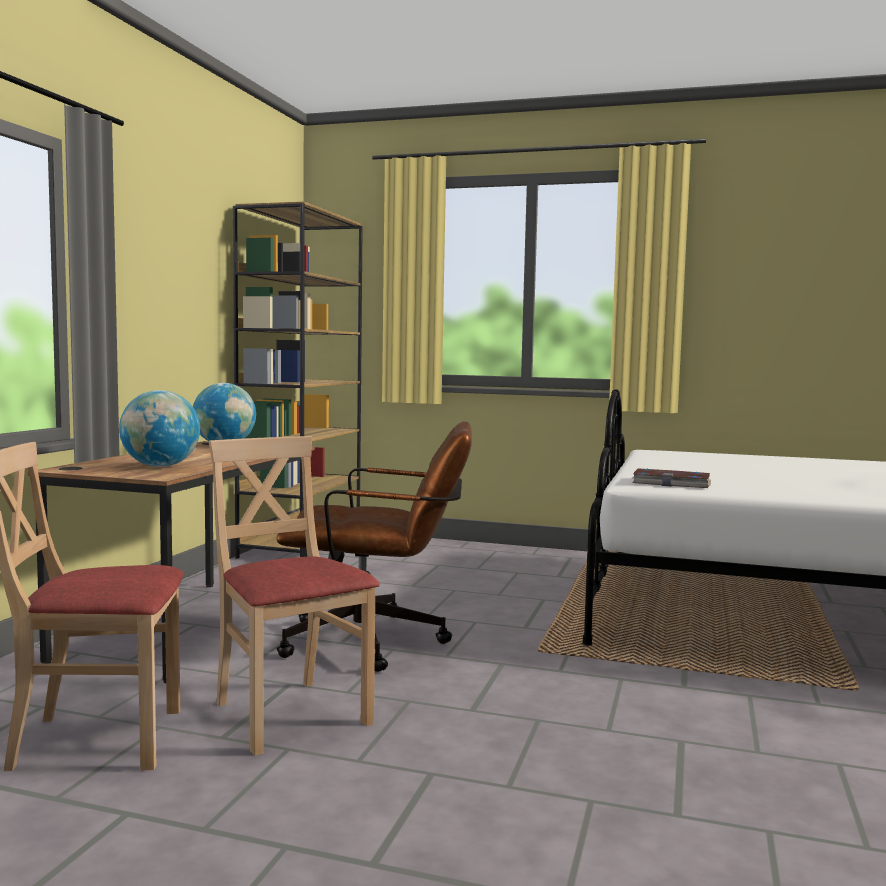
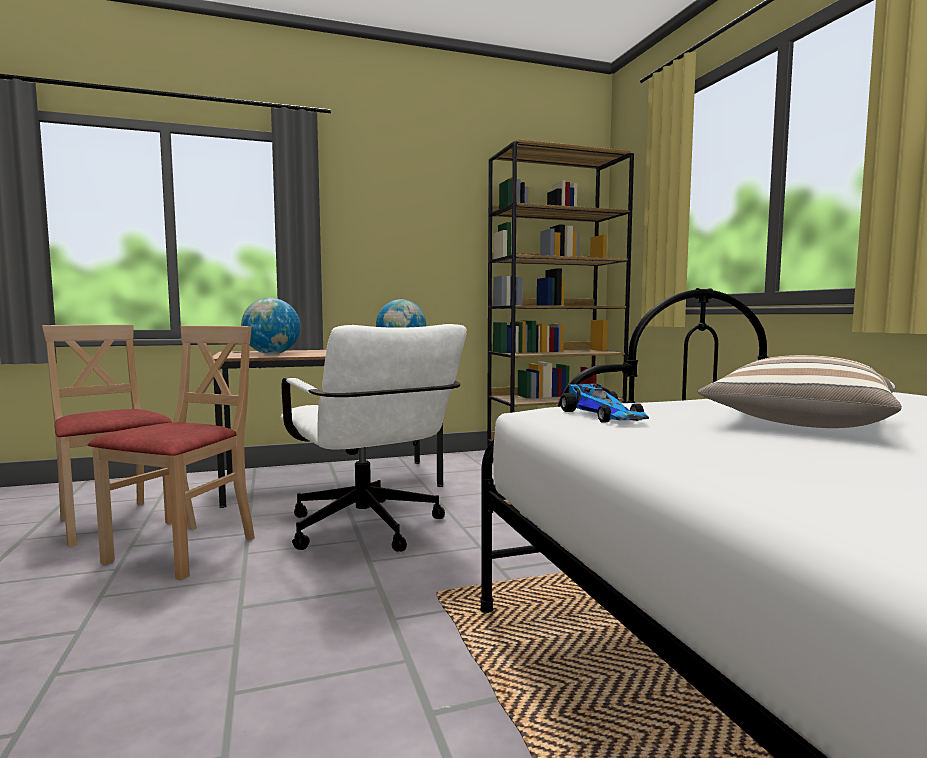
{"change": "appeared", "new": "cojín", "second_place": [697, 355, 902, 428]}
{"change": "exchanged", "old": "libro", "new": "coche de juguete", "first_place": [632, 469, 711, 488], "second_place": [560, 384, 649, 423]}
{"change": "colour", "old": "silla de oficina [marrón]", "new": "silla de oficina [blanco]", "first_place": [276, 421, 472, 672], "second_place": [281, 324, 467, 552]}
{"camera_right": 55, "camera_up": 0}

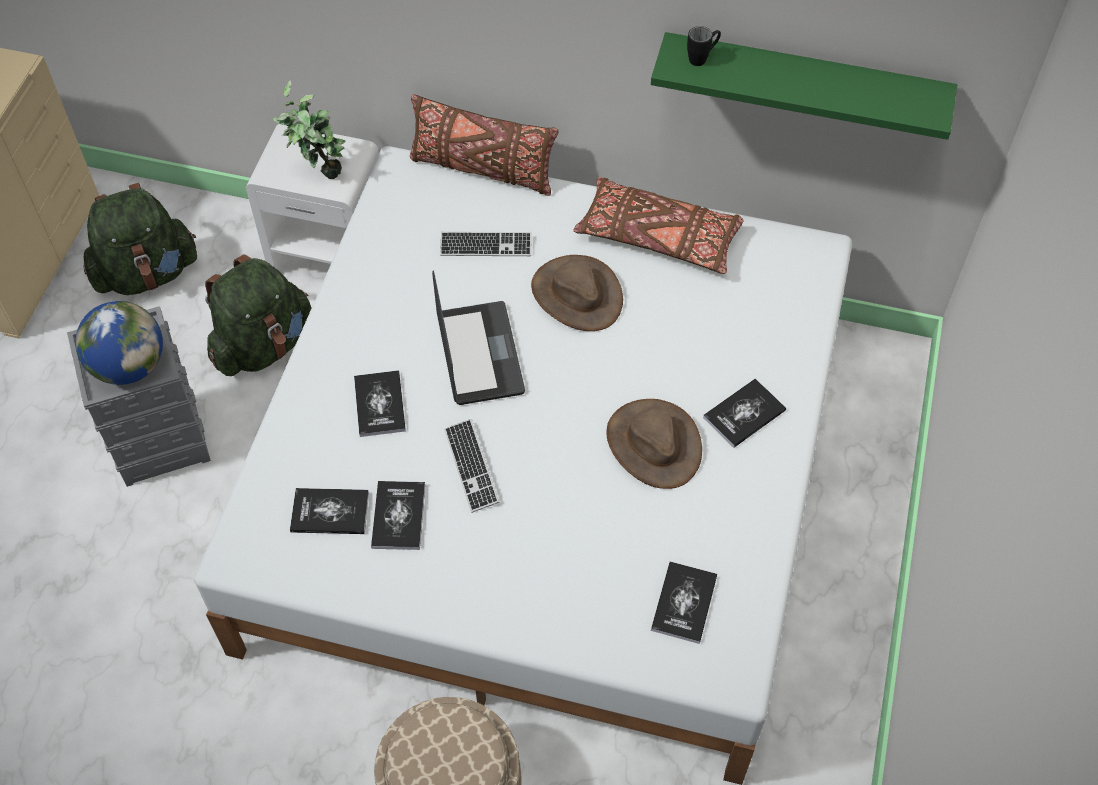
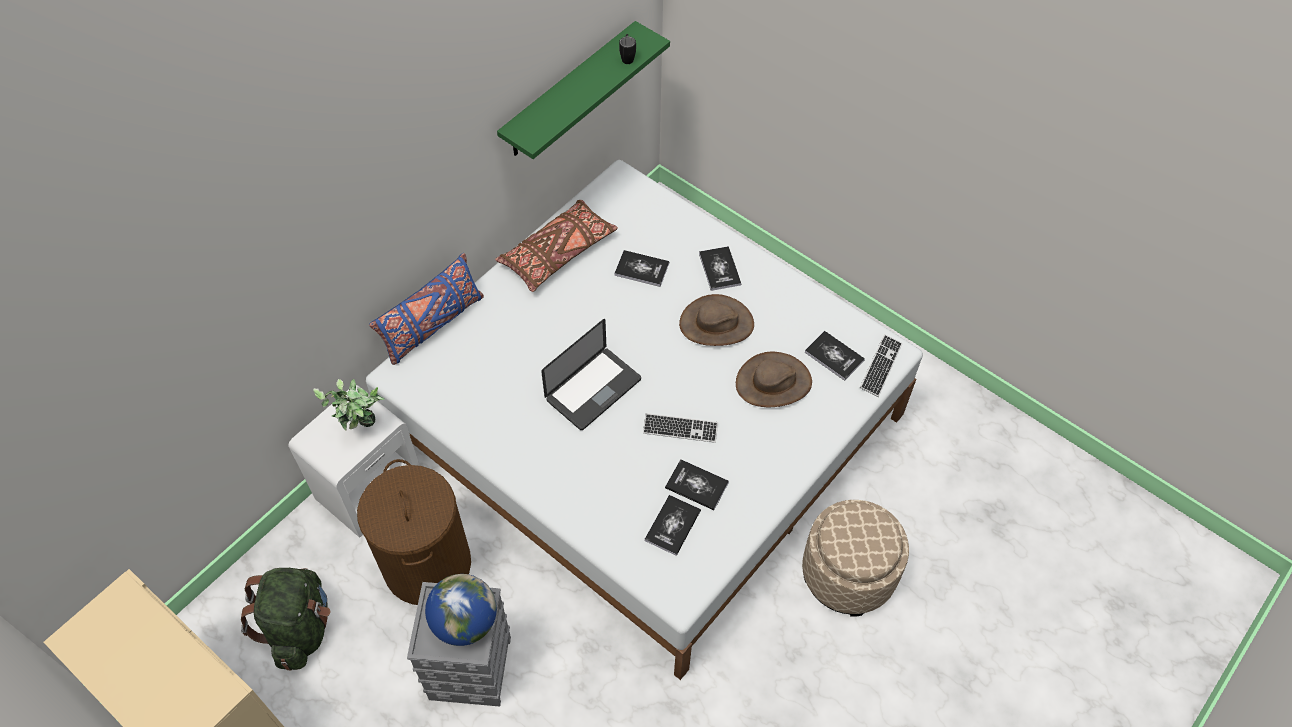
{"change": "relocated", "old": "libro", "first_place": [354, 370, 406, 437], "second_place": [614, 250, 669, 287]}
{"change": "relocated", "old": "teclado", "first_place": [440, 231, 532, 256], "second_place": [860, 334, 903, 397]}
{"change": "relocated", "old": "sombrero [marrón]", "first_place": [531, 255, 623, 331], "second_place": [736, 351, 812, 407]}
{"change": "relocated", "old": "taza grande [negro]", "first_place": [687, 26, 721, 66], "second_place": [619, 34, 636, 64]}
{"change": "exchanged", "old": "mochila [verde]", "new": "cesto de la ropa [marrón]", "first_place": [205, 254, 311, 376], "second_place": [357, 459, 471, 605]}
{"change": "colour", "old": "cojín [marrón]", "new": "cojín [azul]", "first_place": [410, 94, 558, 196], "second_place": [369, 253, 484, 365]}
{"change": "spun", "old": "portátil", "first_place": [432, 270, 525, 405], "second_place": [541, 319, 641, 430], "degrees": 120}
{"camera_right": -65, "camera_up": 0}

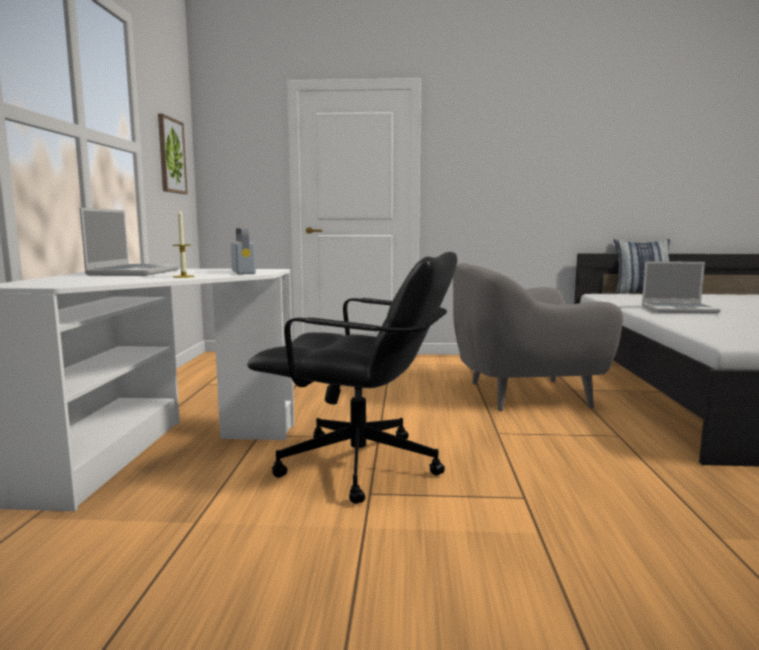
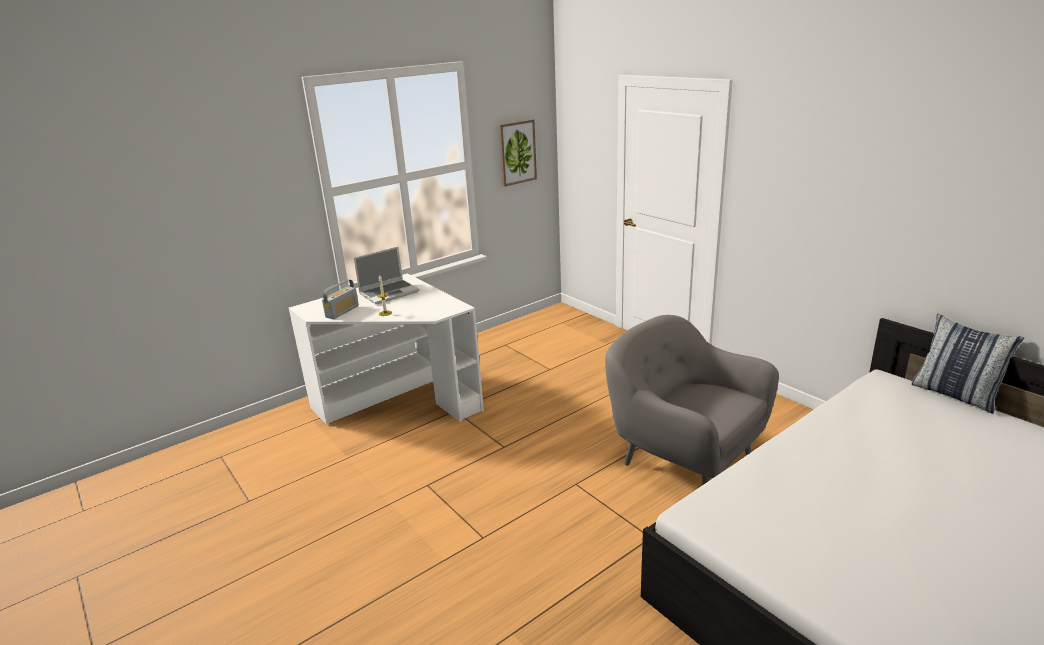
{"change": "missing", "old": "silla de oficina [negro]", "first_place": [247, 252, 457, 504]}
{"change": "missing", "old": "portátil", "first_place": [641, 261, 721, 314]}
{"change": "relocated", "old": "radio", "first_place": [231, 228, 256, 275], "second_place": [322, 279, 359, 319]}
{"camera_right": 50, "camera_up": 15}

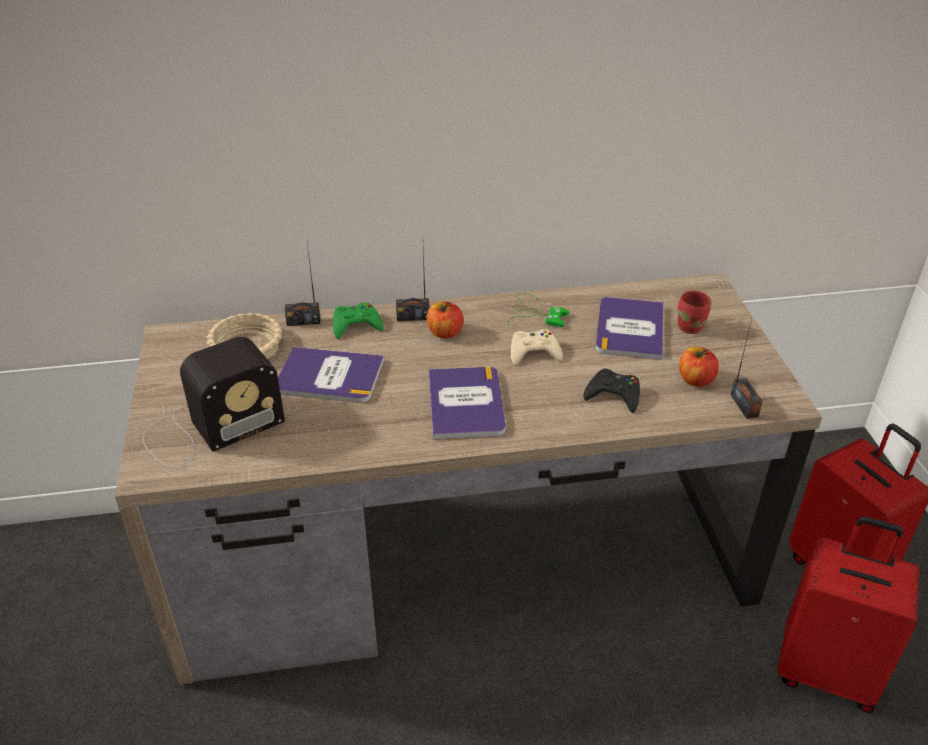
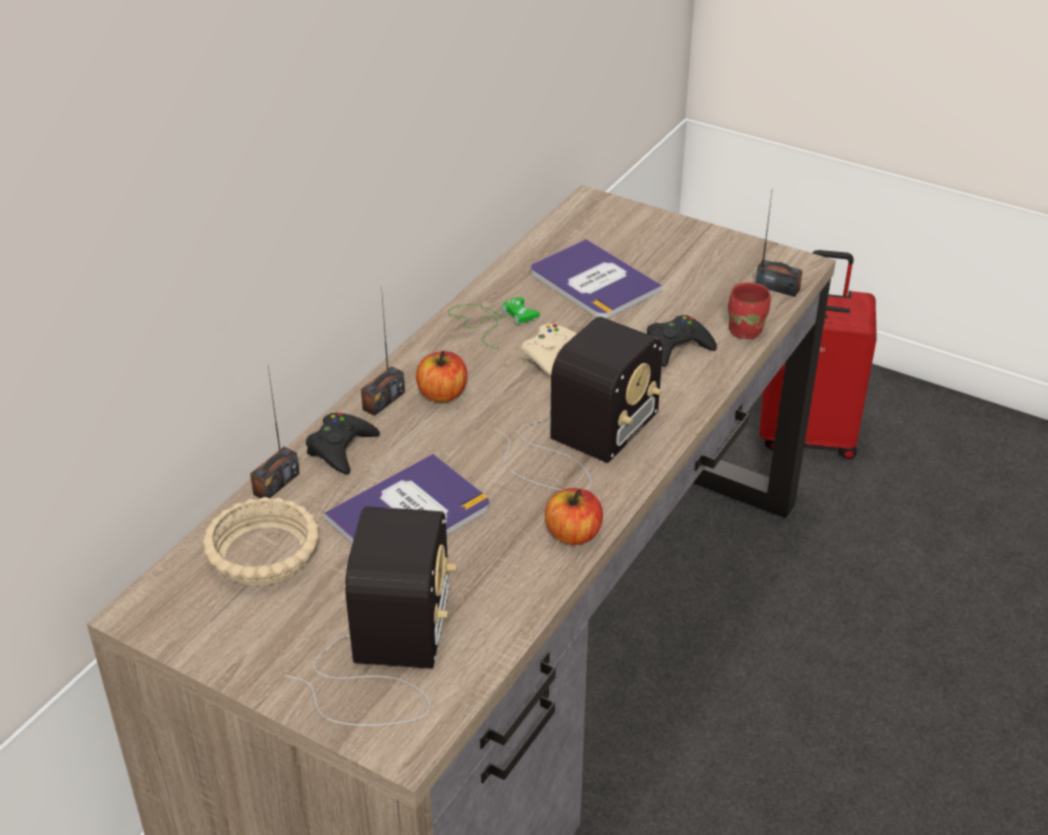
{"change": "missing", "old": "maleta [rojo]", "first_place": [777, 516, 920, 713]}
{"change": "relocated", "old": "taza grande [rojo]", "first_place": [678, 291, 711, 334], "second_place": [728, 282, 771, 339]}
{"change": "relocated", "old": "manzana", "first_place": [679, 347, 719, 387], "second_place": [545, 488, 603, 545]}
{"change": "exchanged", "old": "libro", "new": "radio", "first_place": [428, 367, 506, 440], "second_place": [494, 317, 663, 491]}
{"change": "colour", "old": "mando de consola [verde]", "new": "mando de consola [negro]", "first_place": [333, 302, 384, 339], "second_place": [306, 413, 380, 474]}
{"camera_right": -50, "camera_up": 0}

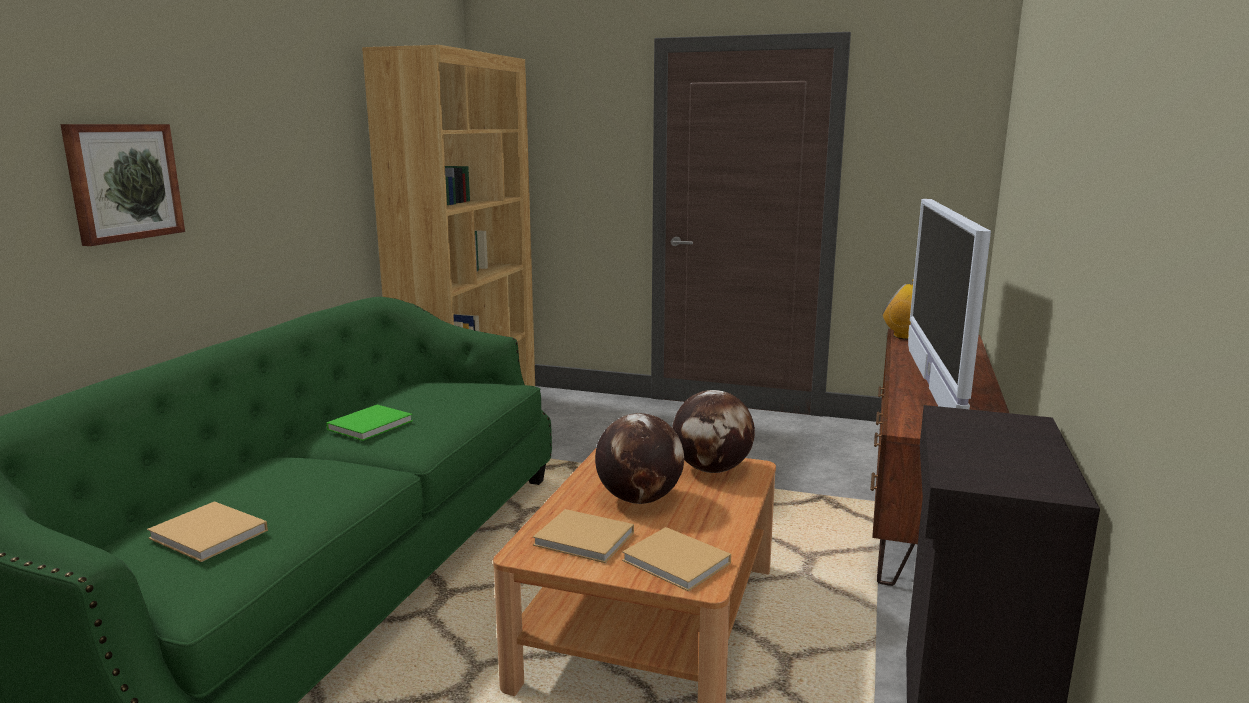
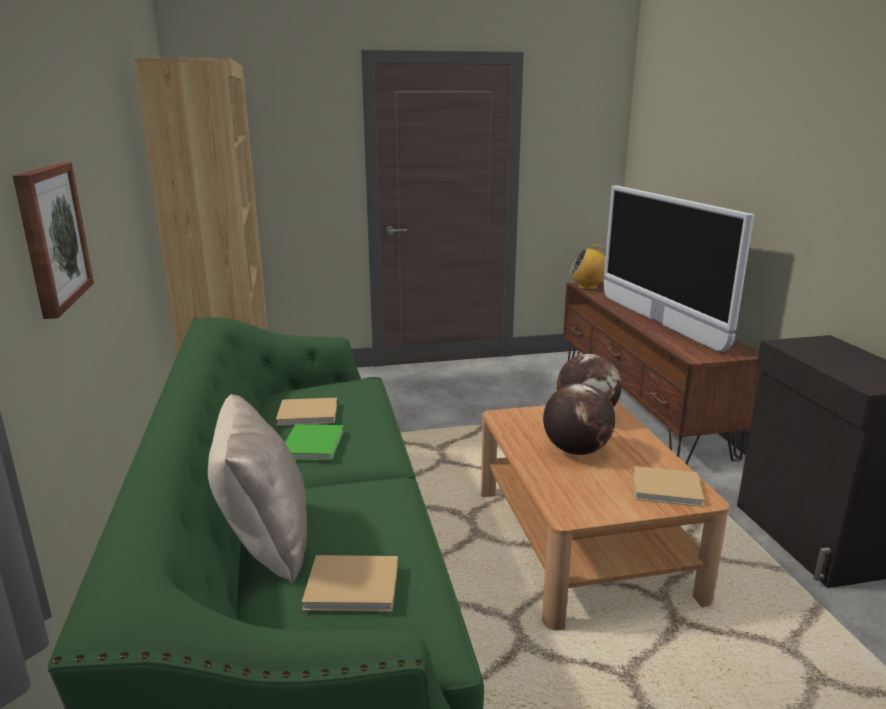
{"change": "appeared", "new": "cojín [beis]", "second_place": [207, 394, 307, 584]}
{"change": "relocated", "old": "libro [beis]", "first_place": [533, 509, 634, 563], "second_place": [276, 398, 337, 426]}
{"camera_right": -30, "camera_up": 5}

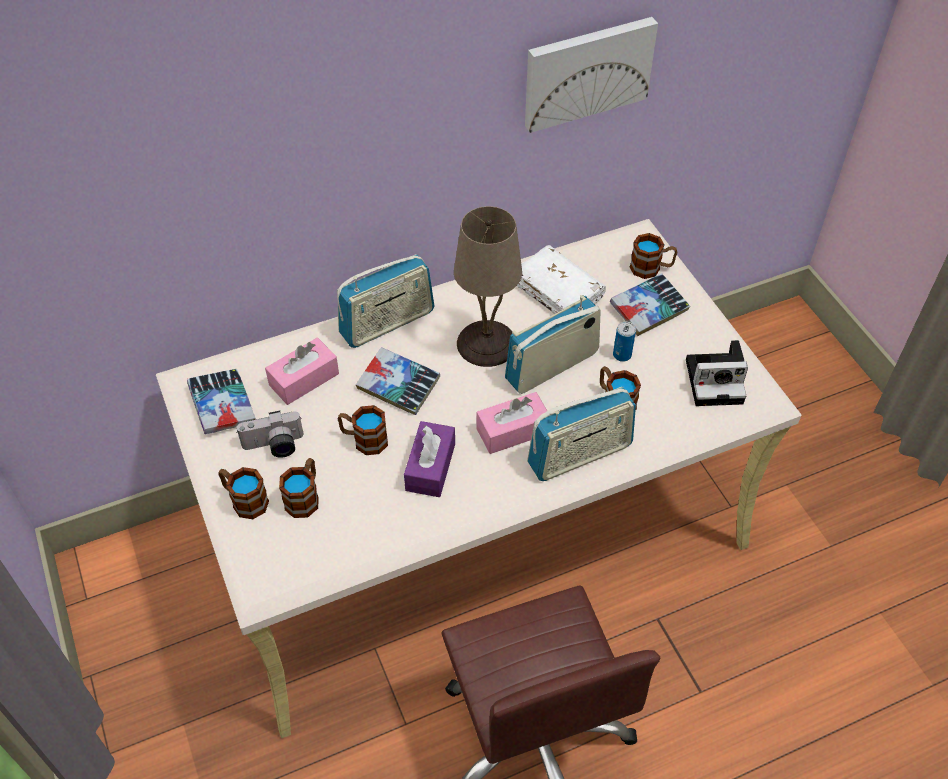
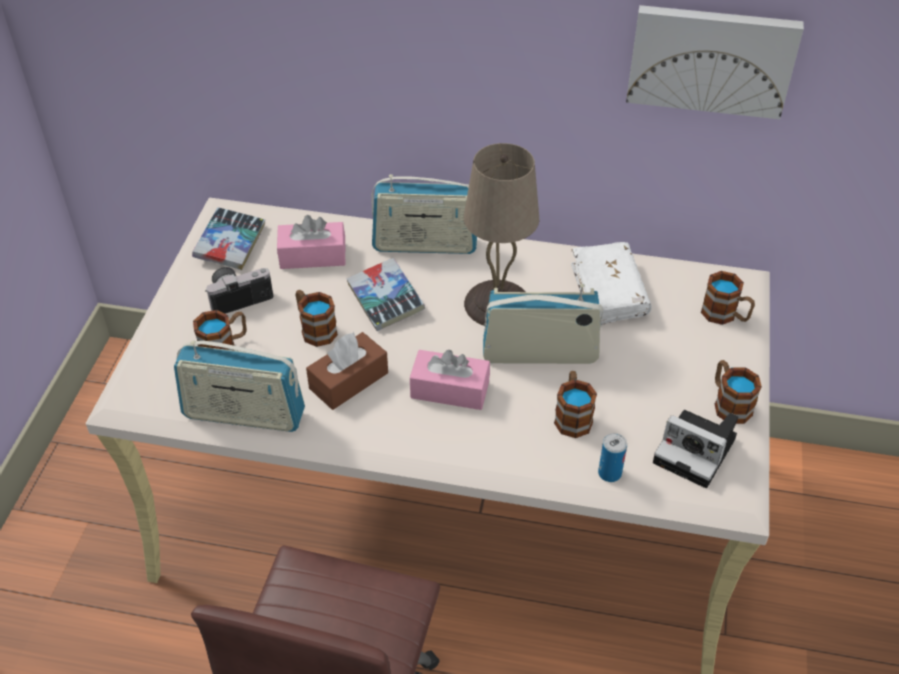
{"change": "missing", "old": "libro", "first_place": [610, 273, 690, 336]}
{"change": "relocated", "old": "taza grande", "first_place": [219, 467, 269, 519], "second_place": [715, 360, 762, 424]}
{"change": "relocated", "old": "radio", "first_place": [527, 387, 636, 481], "second_place": [174, 341, 305, 432]}
{"change": "relocated", "old": "lata", "first_place": [613, 322, 636, 362], "second_place": [598, 433, 627, 482]}
{"change": "colour", "old": "caja de pañuelos [morado]", "new": "caja de pañuelos [marrón]", "first_place": [404, 421, 455, 497], "second_place": [306, 332, 388, 410]}
{"change": "spun", "old": "cámara", "first_place": [236, 410, 303, 458], "second_place": [206, 267, 273, 314], "degrees": 135}
{"camera_right": 35, "camera_up": -5}

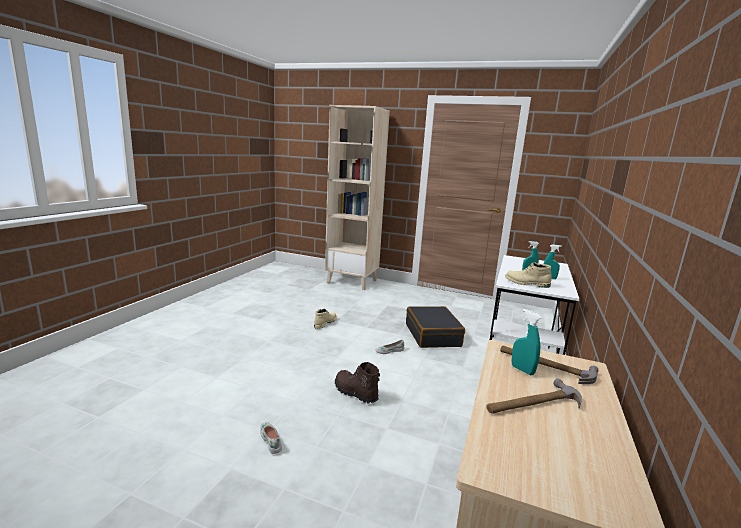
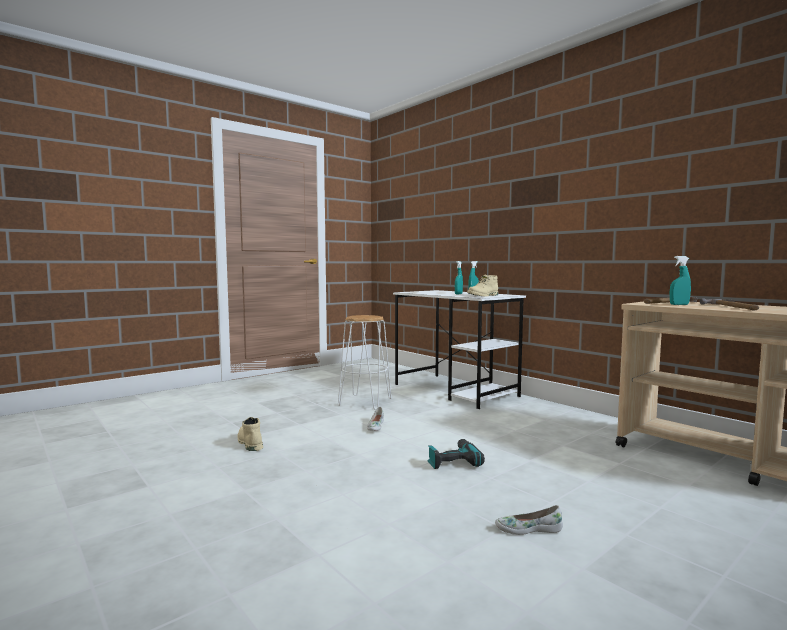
{"change": "missing", "old": "estantería [beis]", "first_place": [325, 105, 390, 290]}
{"change": "exchanged", "old": "bota [marrón]", "new": "taladro", "first_place": [335, 362, 380, 403], "second_place": [427, 439, 485, 469]}
{"change": "exchanged", "old": "maleta [negro]", "new": "taburete [blanco]", "first_place": [406, 306, 465, 348], "second_place": [338, 315, 391, 410]}
{"camera_right": -60, "camera_up": -10}

